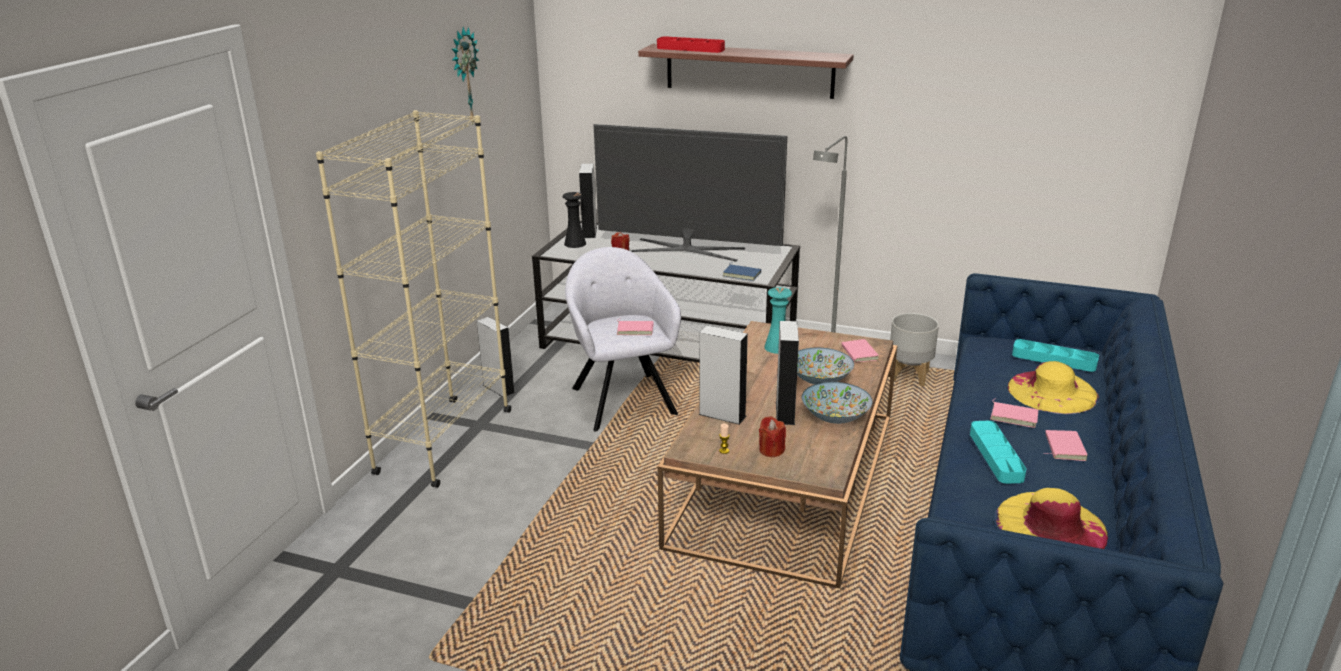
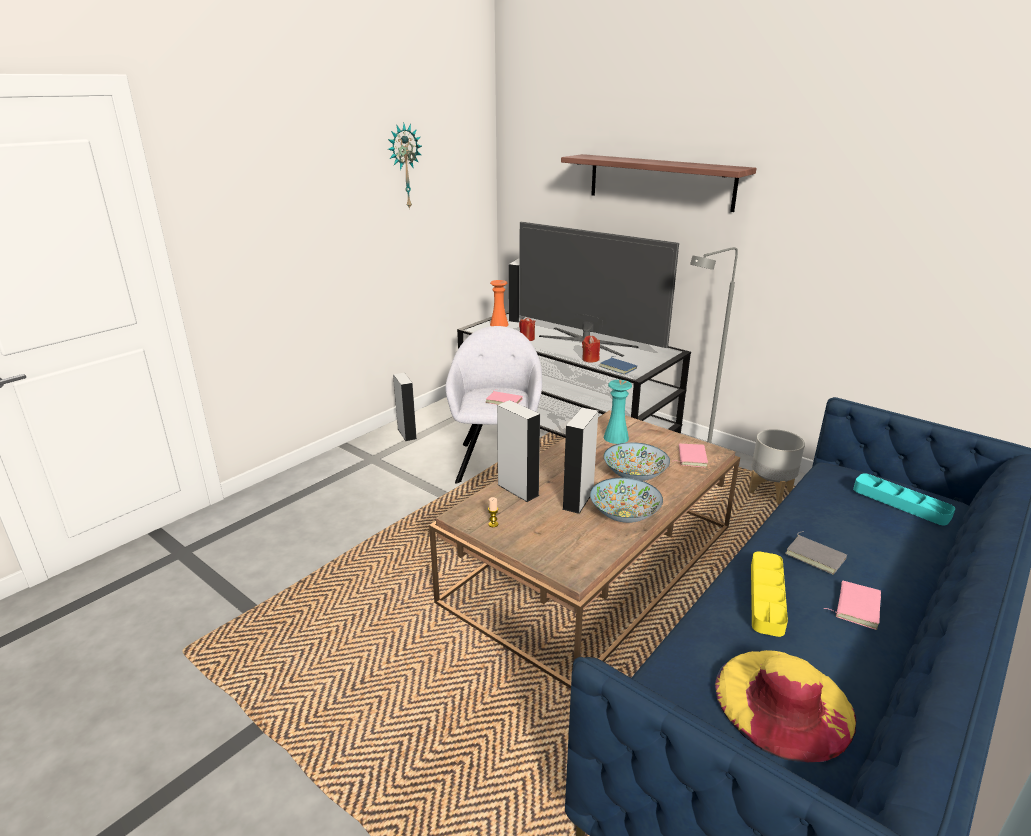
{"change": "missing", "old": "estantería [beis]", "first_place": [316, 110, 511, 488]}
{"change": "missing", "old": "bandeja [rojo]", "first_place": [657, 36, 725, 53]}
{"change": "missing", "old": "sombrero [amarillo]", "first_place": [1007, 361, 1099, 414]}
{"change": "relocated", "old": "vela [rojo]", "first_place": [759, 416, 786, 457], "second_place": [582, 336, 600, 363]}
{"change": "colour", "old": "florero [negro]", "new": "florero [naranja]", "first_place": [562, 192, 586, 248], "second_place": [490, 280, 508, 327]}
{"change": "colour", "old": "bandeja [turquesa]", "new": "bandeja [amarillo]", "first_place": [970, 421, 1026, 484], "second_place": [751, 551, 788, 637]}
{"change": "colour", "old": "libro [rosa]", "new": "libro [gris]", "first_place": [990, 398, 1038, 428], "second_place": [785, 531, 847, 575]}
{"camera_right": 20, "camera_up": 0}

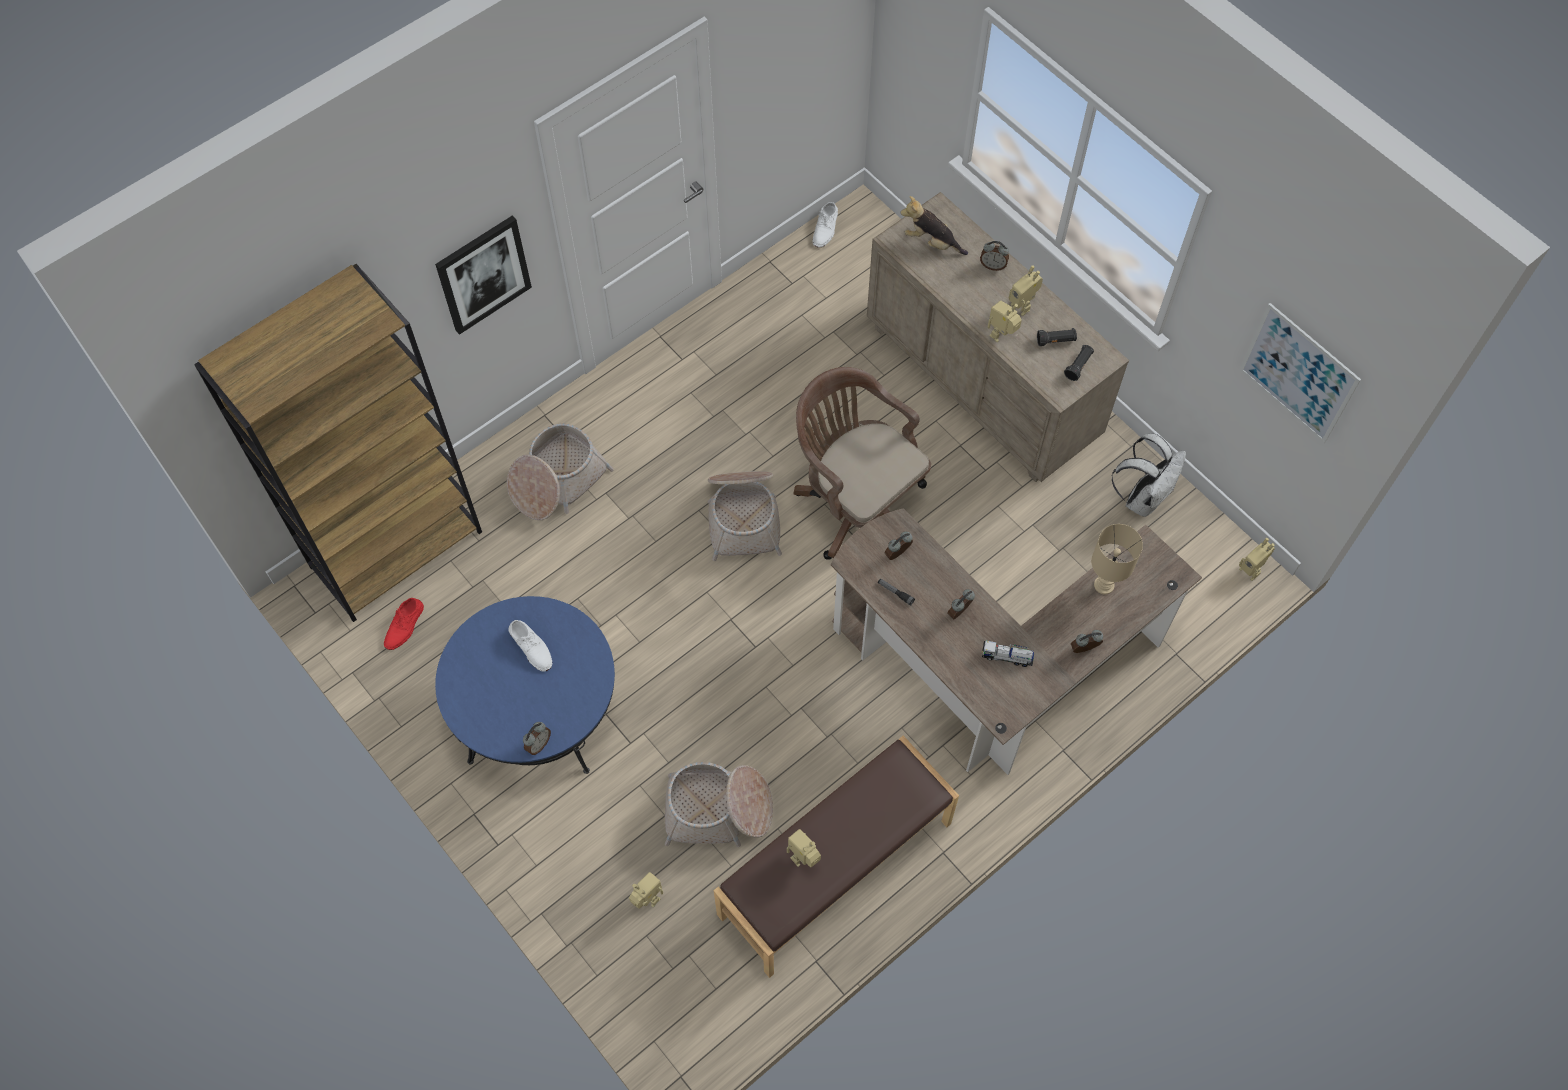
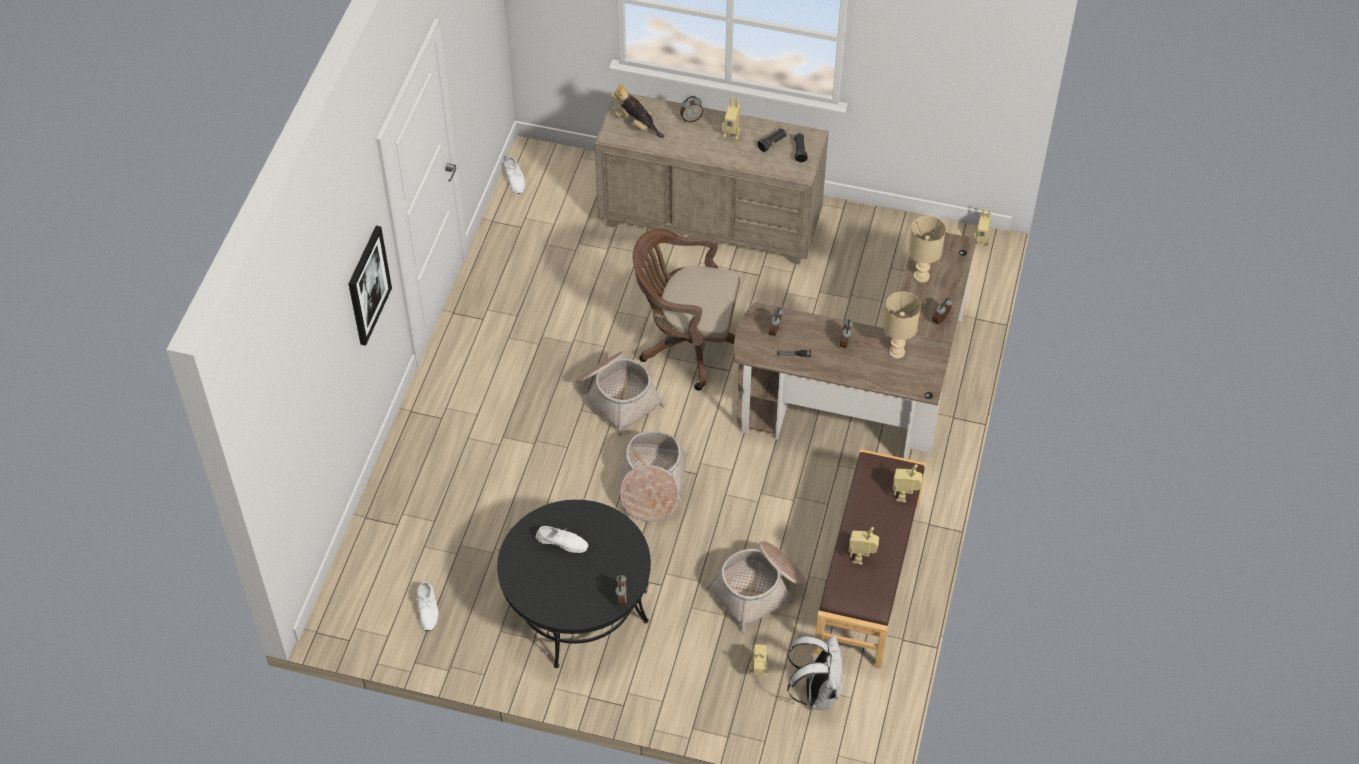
{"change": "missing", "old": "estantería [marrón]", "first_place": [194, 264, 482, 622]}
{"change": "missing", "old": "cuadro", "first_place": [1239, 303, 1361, 443]}
{"change": "relocated", "old": "cesta", "first_place": [507, 423, 614, 520], "second_place": [620, 431, 687, 521]}
{"change": "relocated", "old": "robot de juguete", "first_place": [988, 301, 1022, 342], "second_place": [892, 464, 923, 503]}
{"change": "relocated", "old": "mochila [blanco]", "first_place": [1112, 434, 1186, 517], "second_place": [787, 636, 844, 710]}
{"change": "exchanged", "old": "camión de juguete", "new": "lámpara de mesa [beis]", "first_place": [982, 640, 1034, 667], "second_place": [883, 291, 921, 359]}
{"change": "colour", "old": "zapato [rojo]", "new": "zapato [blanco]", "first_place": [384, 598, 424, 650], "second_place": [417, 582, 439, 631]}
{"change": "colour", "old": "mesa de centro [azul]", "new": "mesa de centro [negro]", "first_place": [435, 596, 615, 774], "second_place": [497, 500, 651, 668]}
{"change": "spun", "old": "peluche", "first_place": [900, 196, 968, 255], "second_place": [611, 82, 664, 138], "degrees": 45}
{"camera_right": -35, "camera_up": -10}

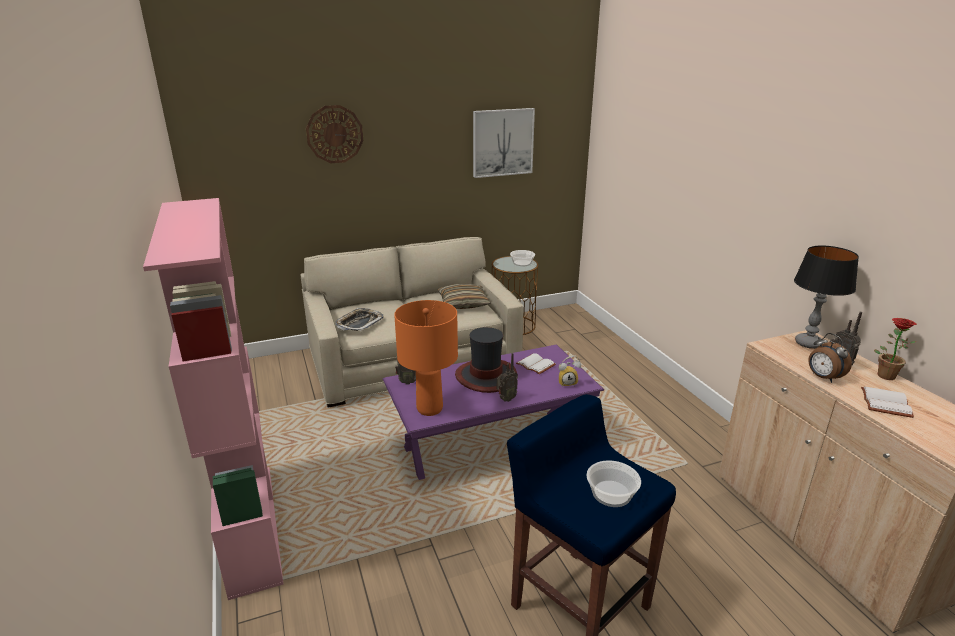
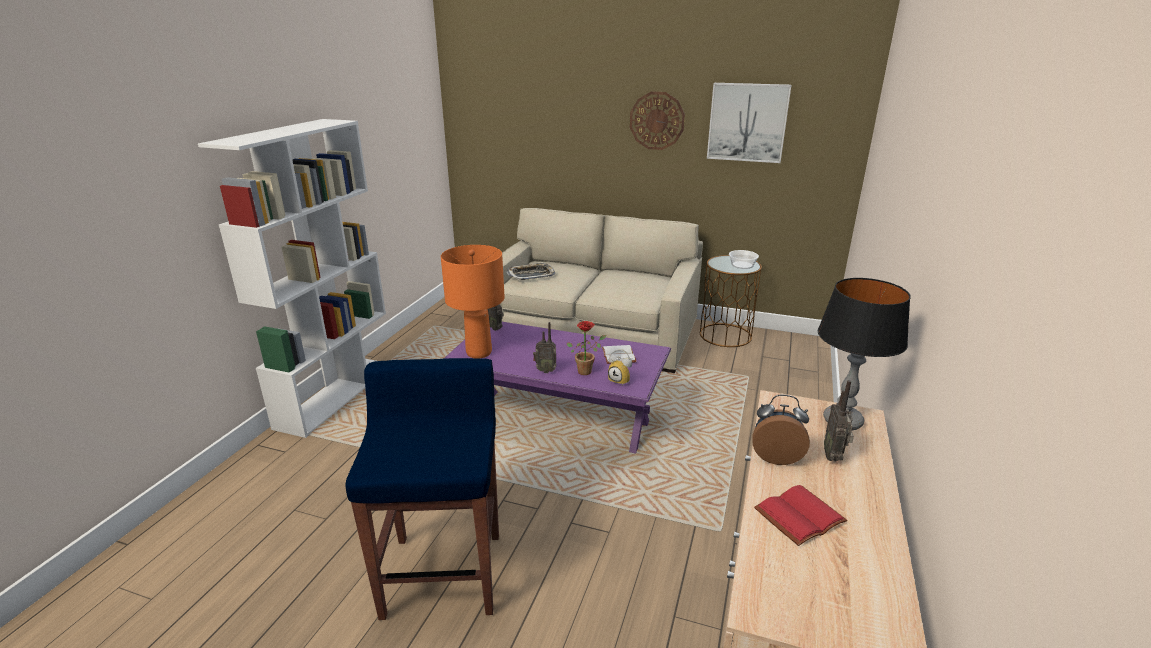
{"change": "missing", "old": "cojín", "first_place": [438, 284, 491, 309]}
{"change": "missing", "old": "sombrero", "first_place": [455, 327, 517, 393]}
{"change": "missing", "old": "cuenco", "first_place": [587, 460, 641, 507]}
{"change": "relocated", "old": "reloj de pared", "first_place": [306, 105, 363, 163], "second_place": [630, 92, 685, 150]}
{"change": "relocated", "old": "planta en maceta", "first_place": [874, 318, 917, 380], "second_place": [567, 321, 606, 375]}
{"change": "colour", "old": "estantería [rosa]", "new": "estantería [blanco]", "first_place": [143, 198, 283, 600], "second_place": [198, 119, 386, 438]}
{"change": "colour", "old": "libro [blanco]", "new": "libro [rojo]", "first_place": [861, 386, 914, 418], "second_place": [754, 485, 847, 546]}
{"change": "spun", "old": "despertador", "first_place": [808, 333, 852, 383], "second_place": [752, 395, 810, 465], "degrees": 90}
{"camera_right": 40, "camera_up": 0}

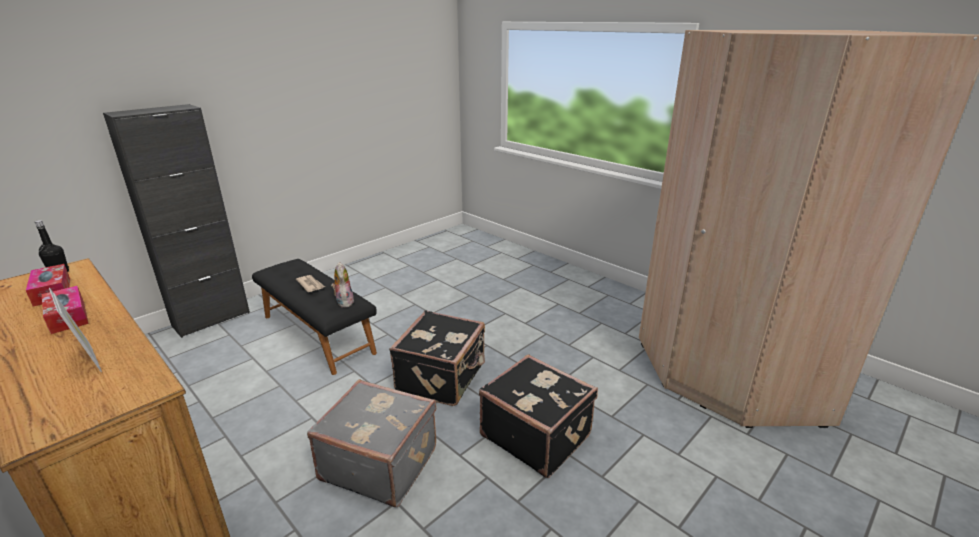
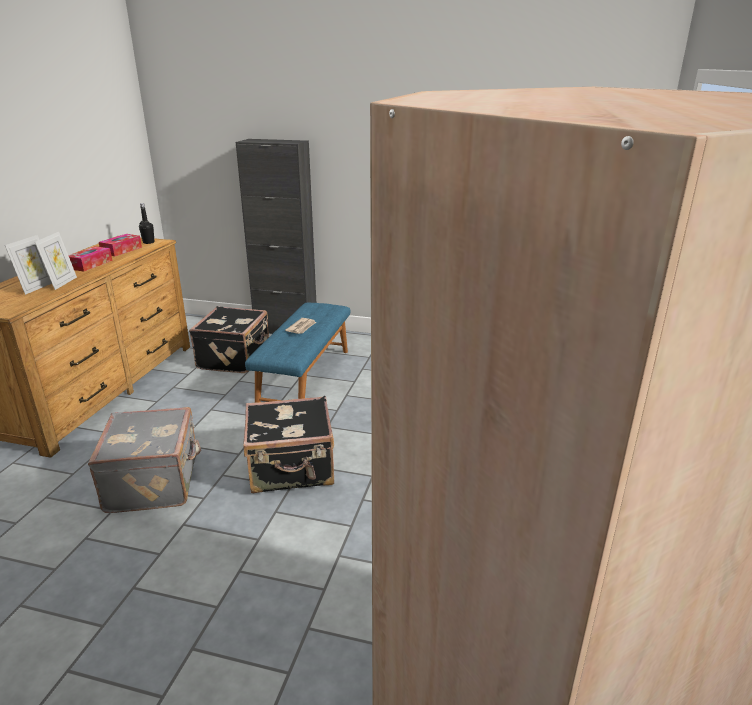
{"change": "missing", "old": "peluche", "first_place": [331, 262, 354, 307]}
{"change": "appeared", "new": "portarretratos", "second_place": [35, 232, 77, 290]}
{"change": "relocated", "old": "maleta [negro]", "first_place": [479, 354, 598, 478], "second_place": [189, 306, 269, 373]}
{"change": "colour", "old": "banco [negro]", "new": "banco [azul]", "first_place": [252, 259, 377, 375], "second_place": [245, 303, 351, 403]}
{"camera_right": 60, "camera_up": 0}

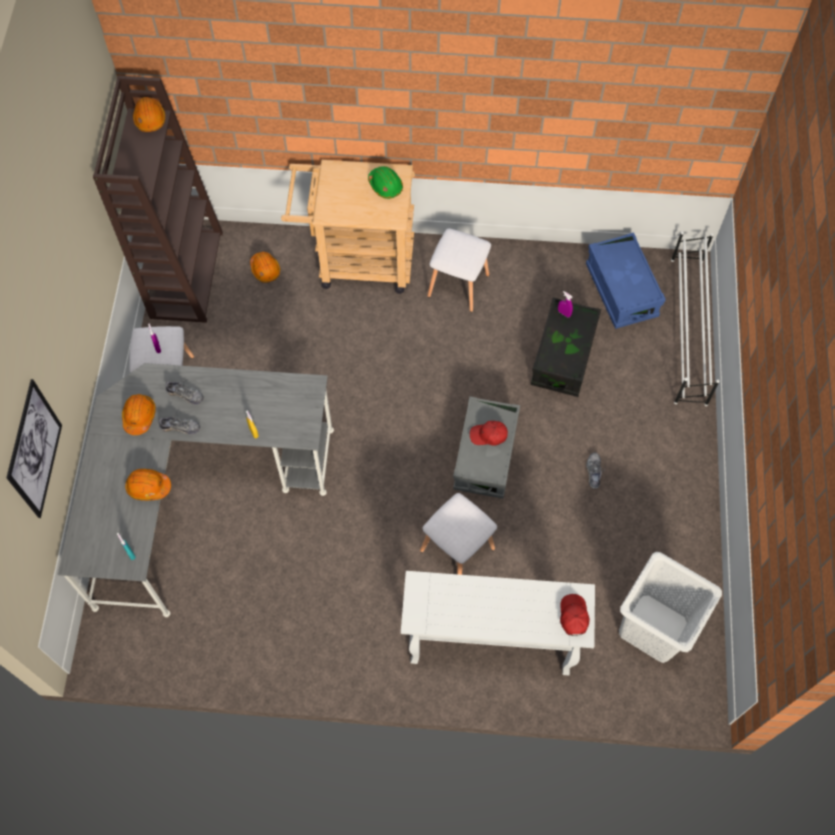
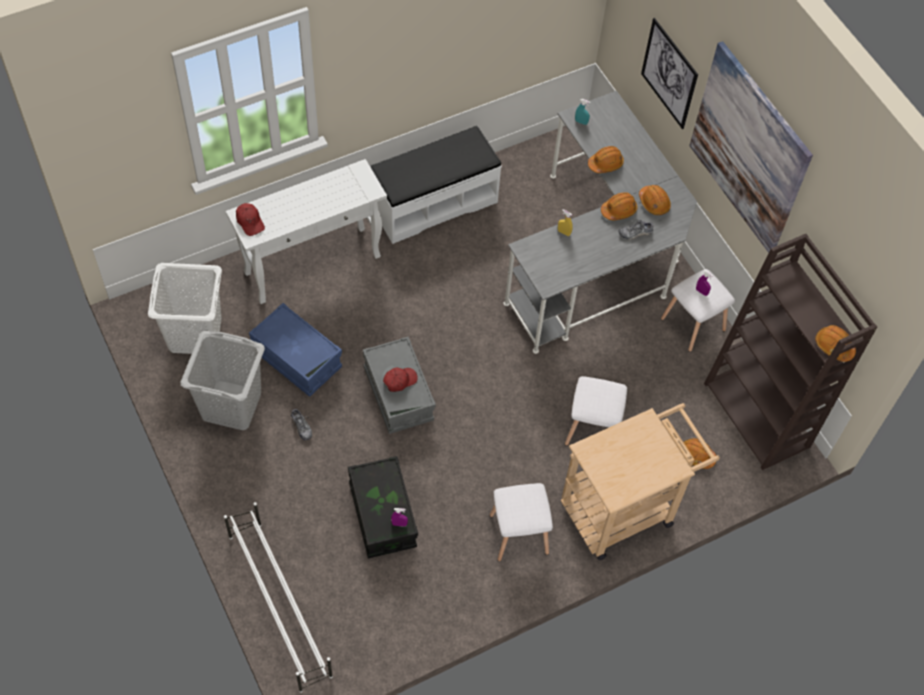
{"change": "missing", "old": "casco [verde]", "first_place": [368, 166, 403, 199]}
{"change": "appeared", "new": "cesto de la ropa [gris]", "second_place": [181, 331, 265, 430]}
{"change": "appeared", "new": "banco [blanco]", "second_place": [370, 126, 502, 244]}
{"change": "appeared", "new": "cuadro", "second_place": [689, 41, 813, 253]}
{"change": "relocated", "old": "taburete [blanco]", "first_place": [420, 493, 497, 575], "second_place": [565, 376, 627, 446]}
{"change": "relocated", "old": "caja de almacenaje [azul]", "first_place": [586, 232, 666, 329], "second_place": [249, 303, 342, 397]}
{"change": "exchanged", "old": "zapato", "new": "casco [naranja]", "first_place": [159, 411, 200, 434], "second_place": [601, 192, 637, 220]}
{"camera_right": 145, "camera_up": -5}

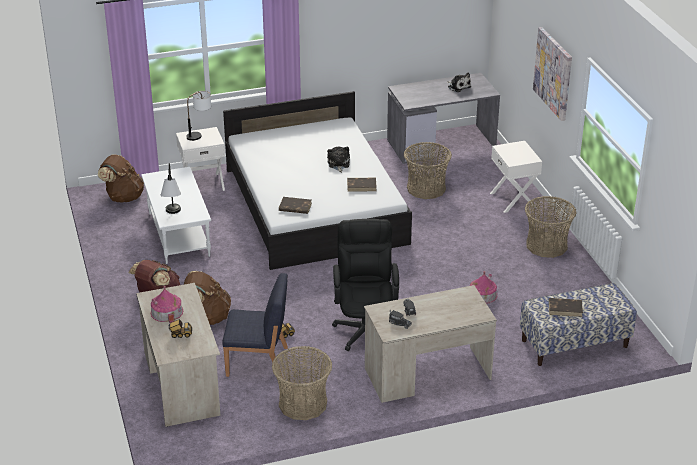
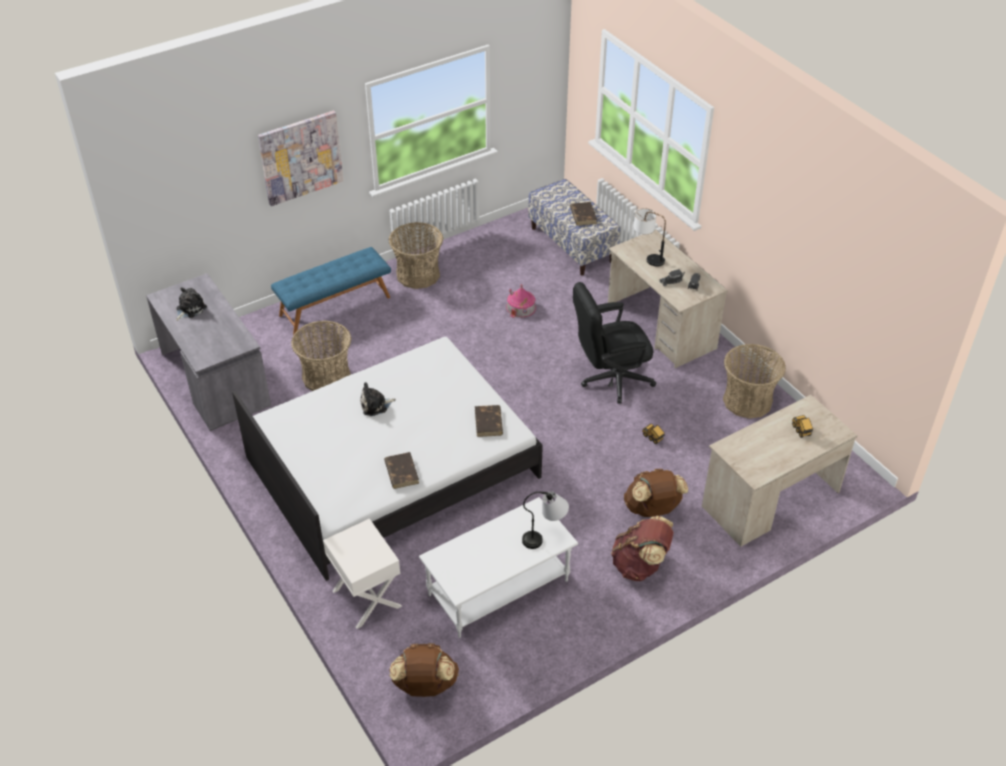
{"change": "missing", "old": "casita", "first_place": [151, 286, 183, 323]}
{"change": "missing", "old": "silla [azul]", "first_place": [222, 273, 288, 378]}
{"change": "relocated", "old": "lámpara de mesa", "first_place": [186, 91, 211, 141], "second_place": [634, 208, 666, 267]}
{"change": "relocated", "old": "libro [marrón]", "first_place": [347, 178, 377, 192], "second_place": [384, 452, 419, 489]}
{"change": "exchanged", "old": "mesita de noche [blanco]", "new": "banco [azul]", "first_place": [490, 141, 542, 213], "second_place": [271, 247, 391, 335]}
{"camera_right": -105, "camera_up": 10}

